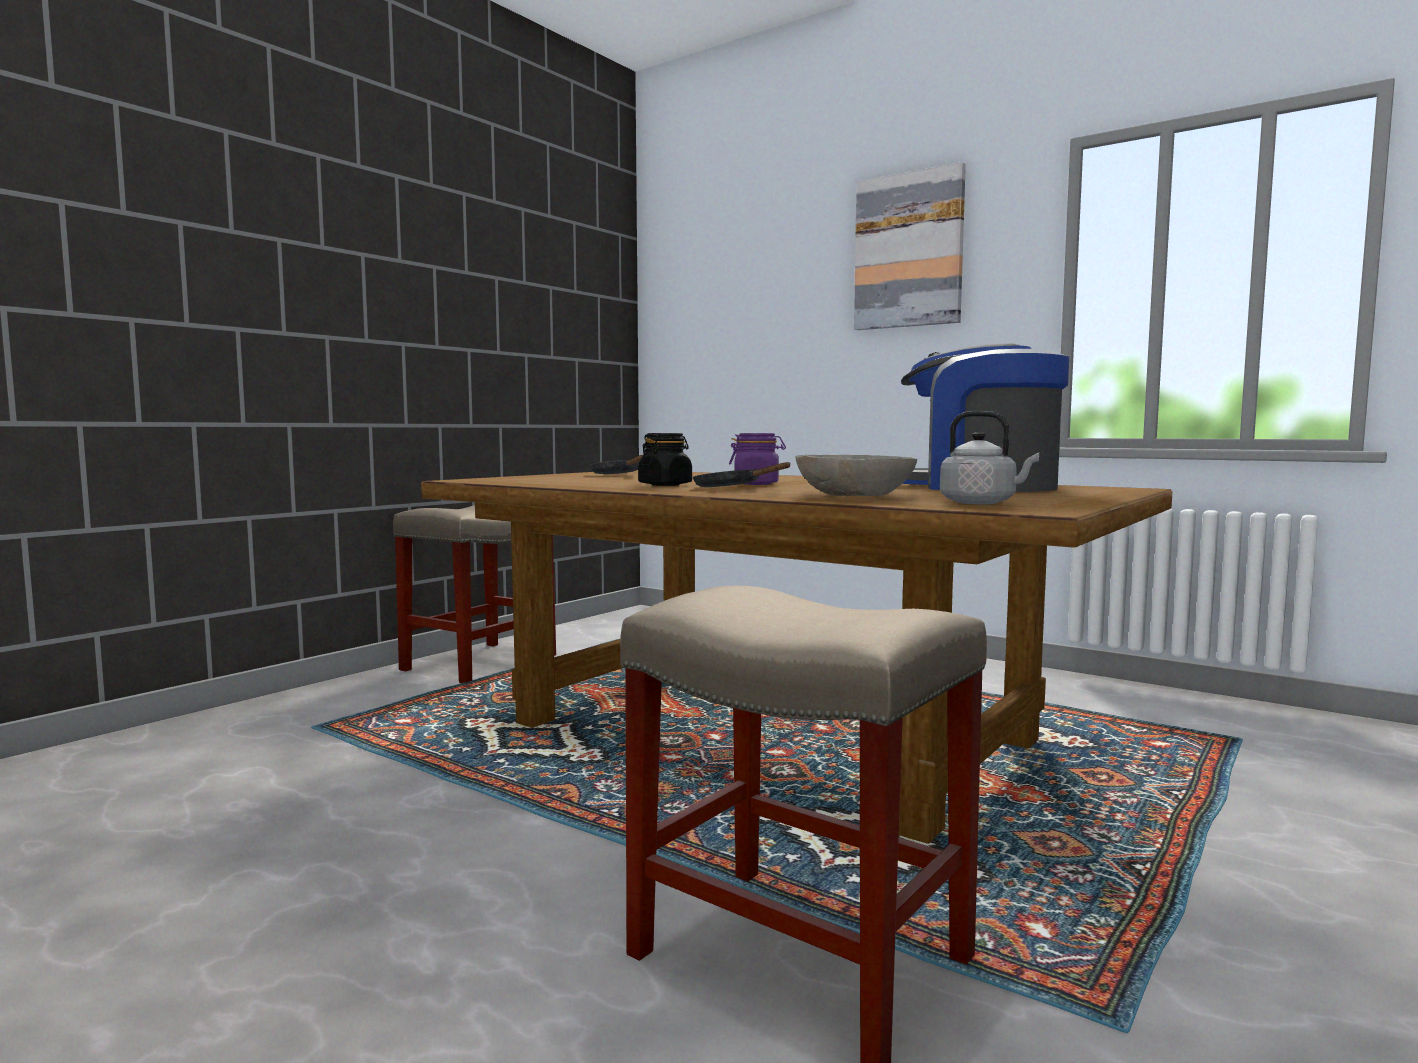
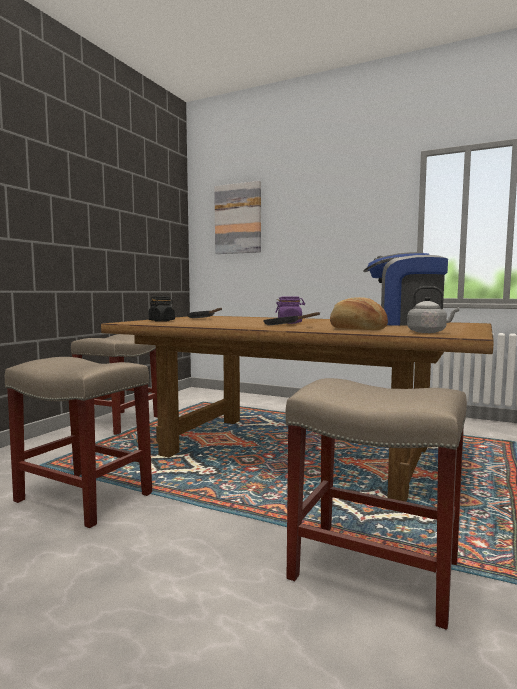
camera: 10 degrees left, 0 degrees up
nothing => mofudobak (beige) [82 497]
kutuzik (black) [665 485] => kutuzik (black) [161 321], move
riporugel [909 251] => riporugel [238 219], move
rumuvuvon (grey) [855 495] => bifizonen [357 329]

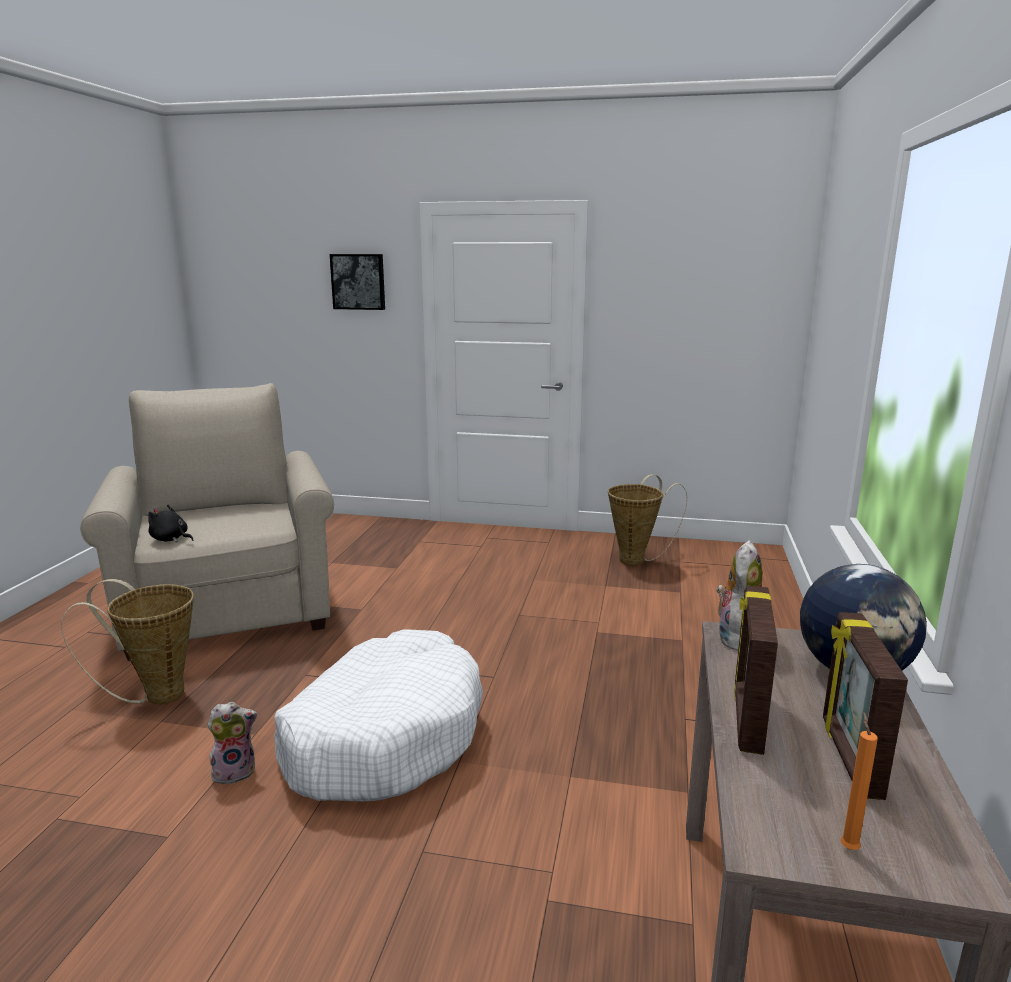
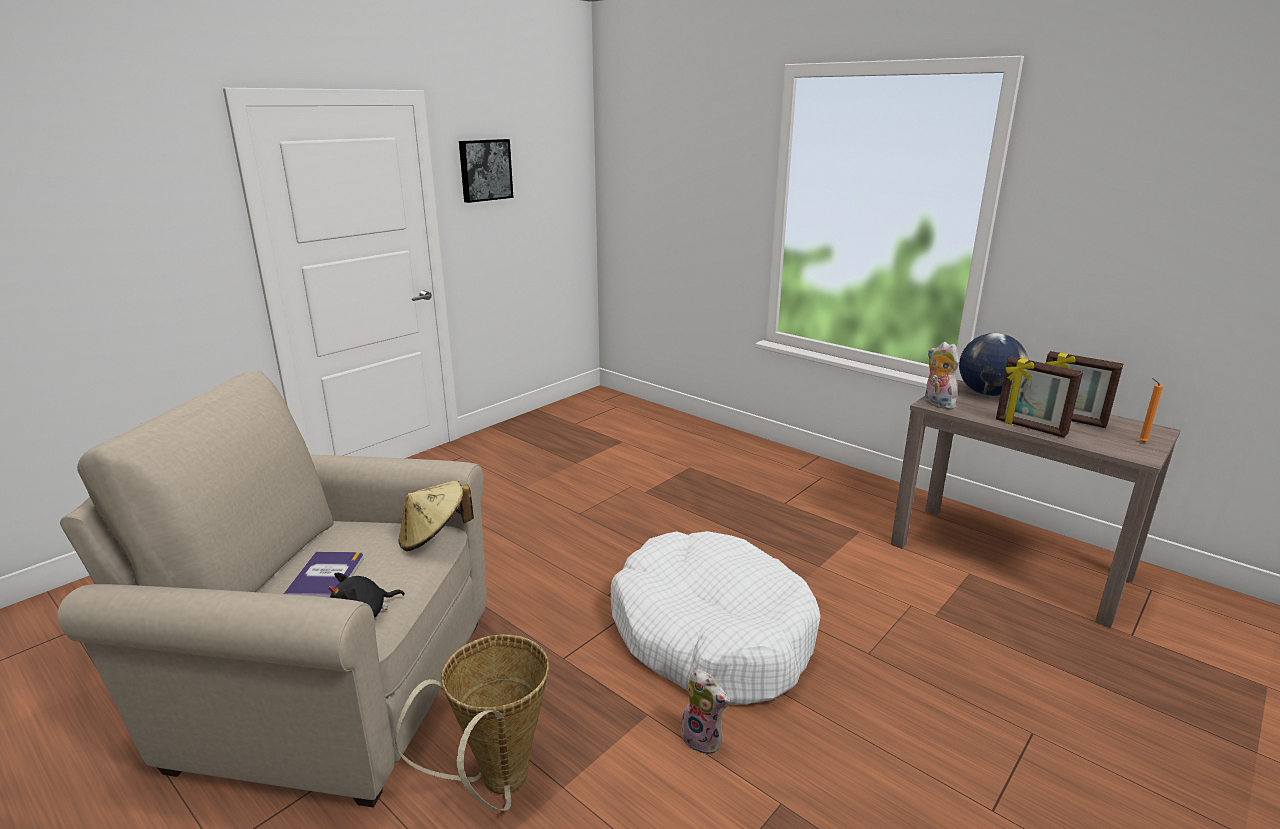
camera: 60 degrees left, 5 degrees up
nothing => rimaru [326 576]
nothing => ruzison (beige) [434 537]
riporugel [358 281] => riporugel [484 170], move
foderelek [235 771] => foderelek [704 739], 120 degrees clockwise
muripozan [637 559] => nothing

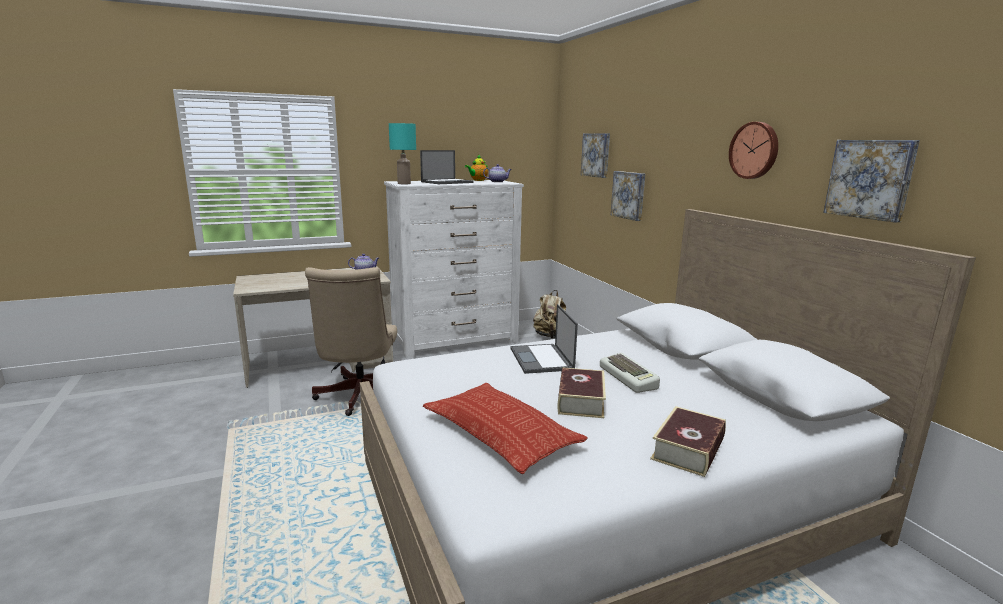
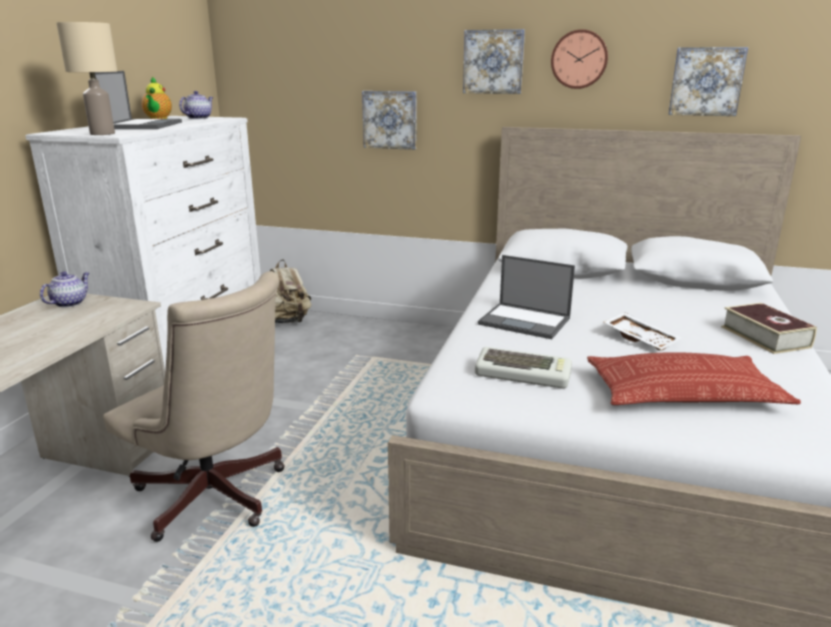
camera: 50 degrees left, 5 degrees up
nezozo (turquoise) [404 184] => nezozo (beige) [103 134]
riporugel [596 155] => riporugel [493 62], move
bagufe [629 378] => bagufe [524 374], move
rimaru [581 400] => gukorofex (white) [641 339]

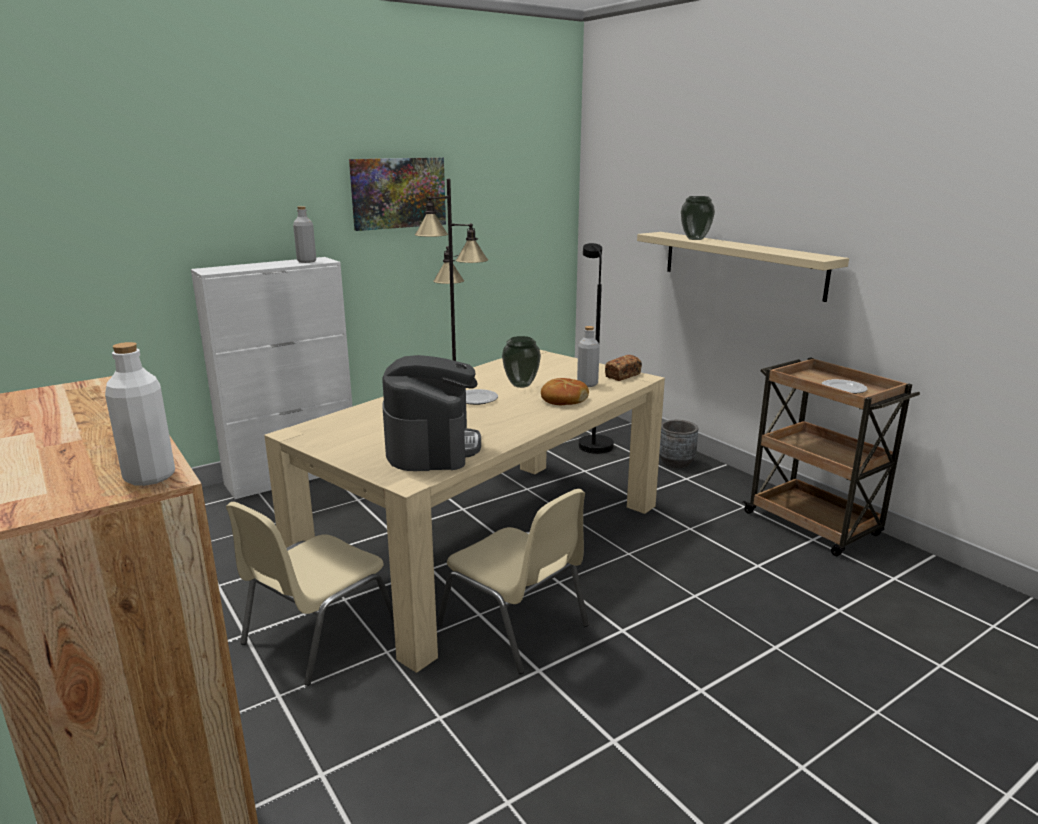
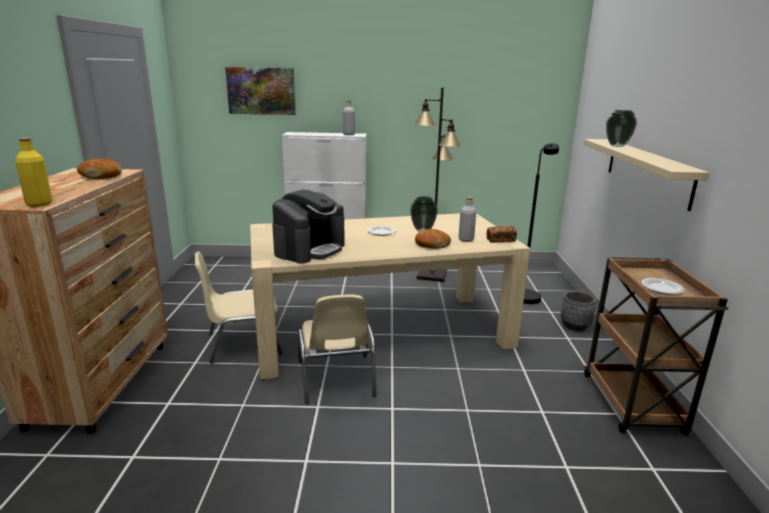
camera: 35 degrees right, 0 degrees up
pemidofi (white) [150 476] => pemidofi (yellow) [39 204]
nothing => bifizonen [101 176]
riporugel [398 193] => riporugel [261 91], move

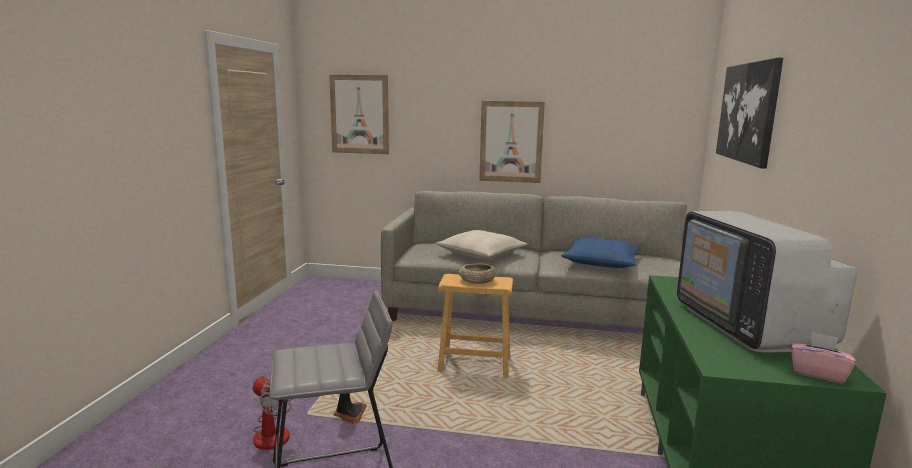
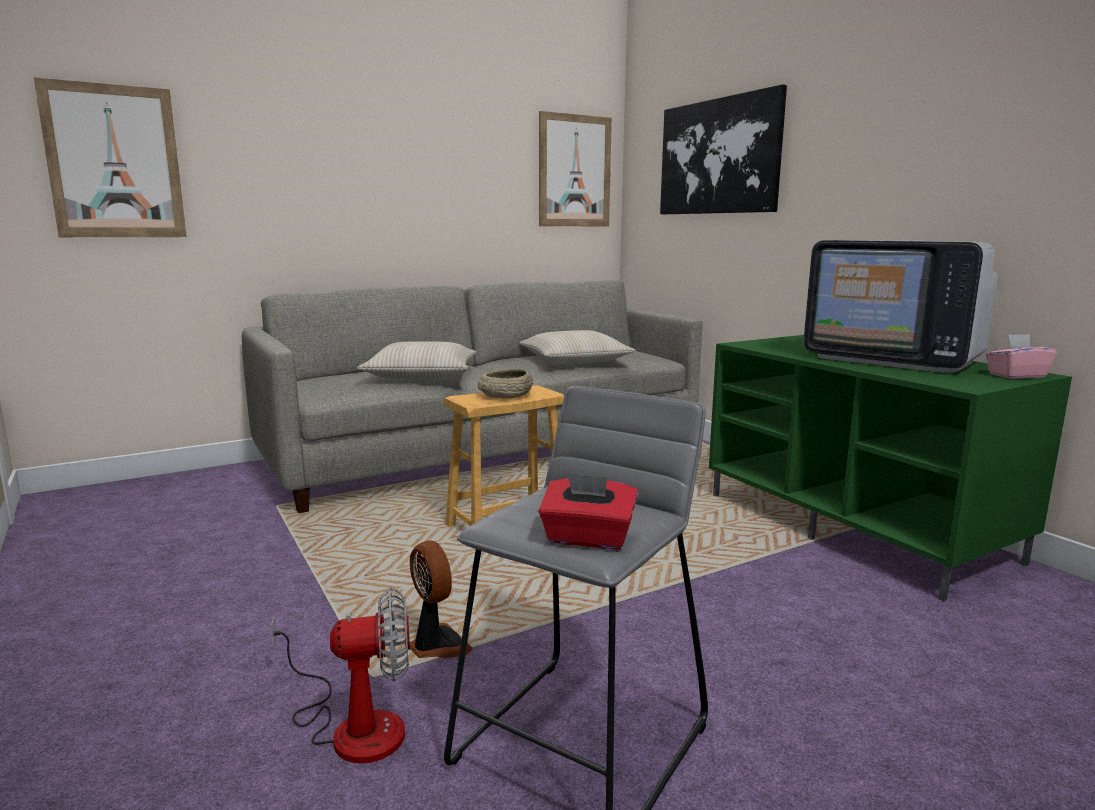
camera: 40 degrees left, 0 degrees up
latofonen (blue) [601 262] => latofonen (beige) [574 361]
riporugel [511 142] => riporugel [574 171], move
nothing => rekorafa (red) [588 539]

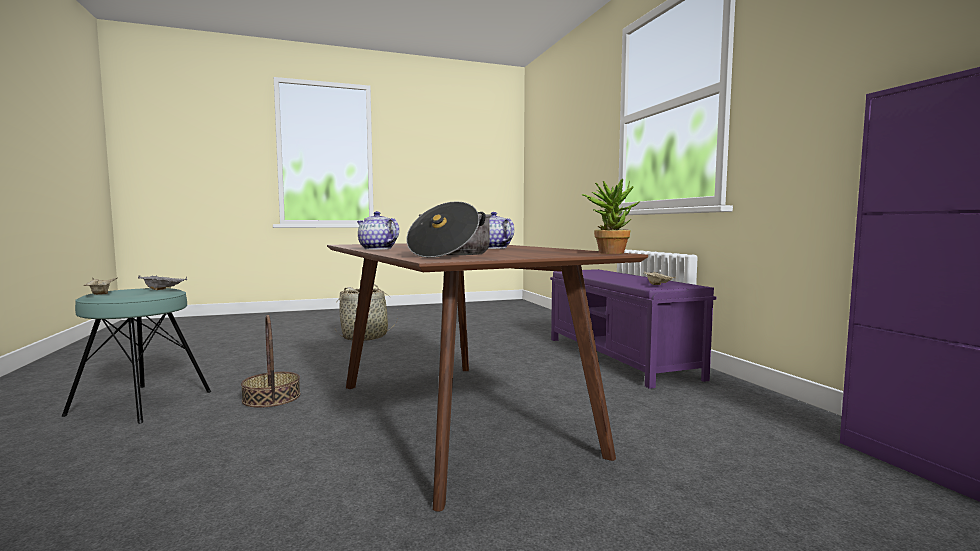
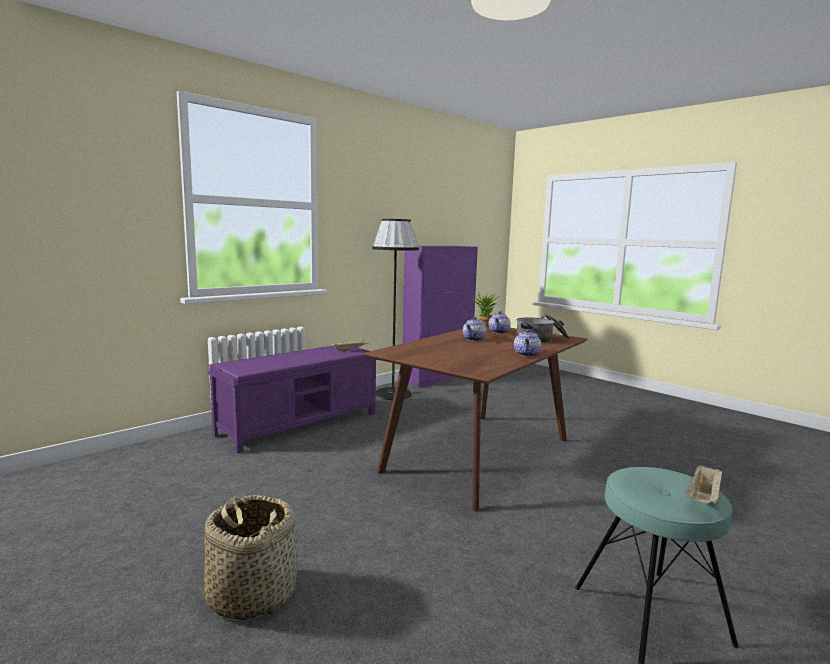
camera: 115 degrees left, 5 degrees up
nothing => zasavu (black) [392 394]
nothing => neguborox [499 332]
gukorofex (grey) [163 290] => nothing
muripozan [272 397] => nothing

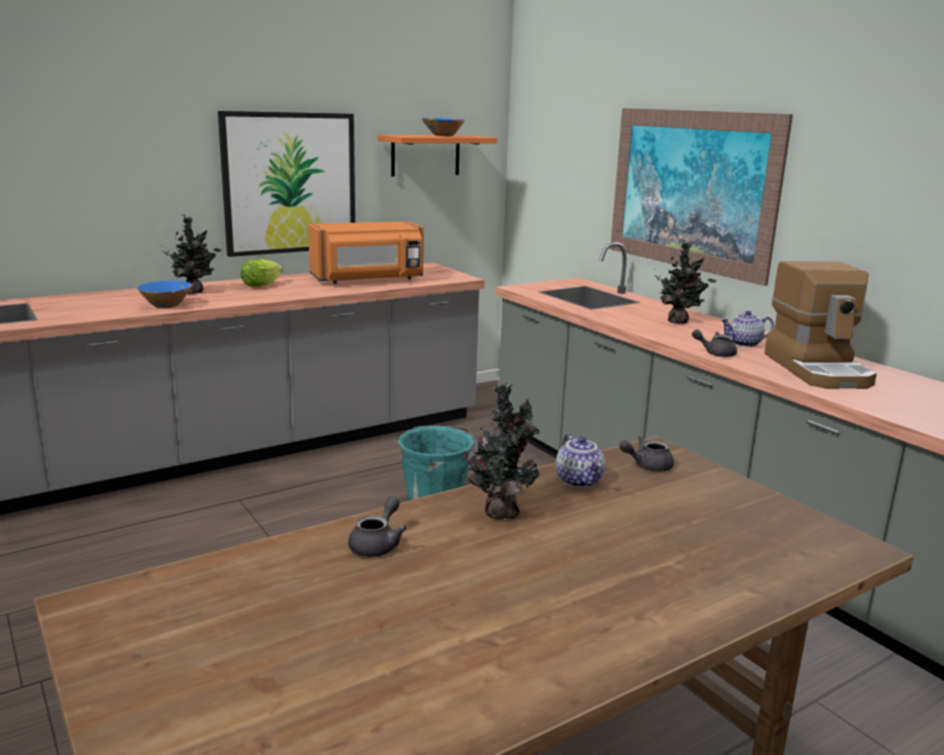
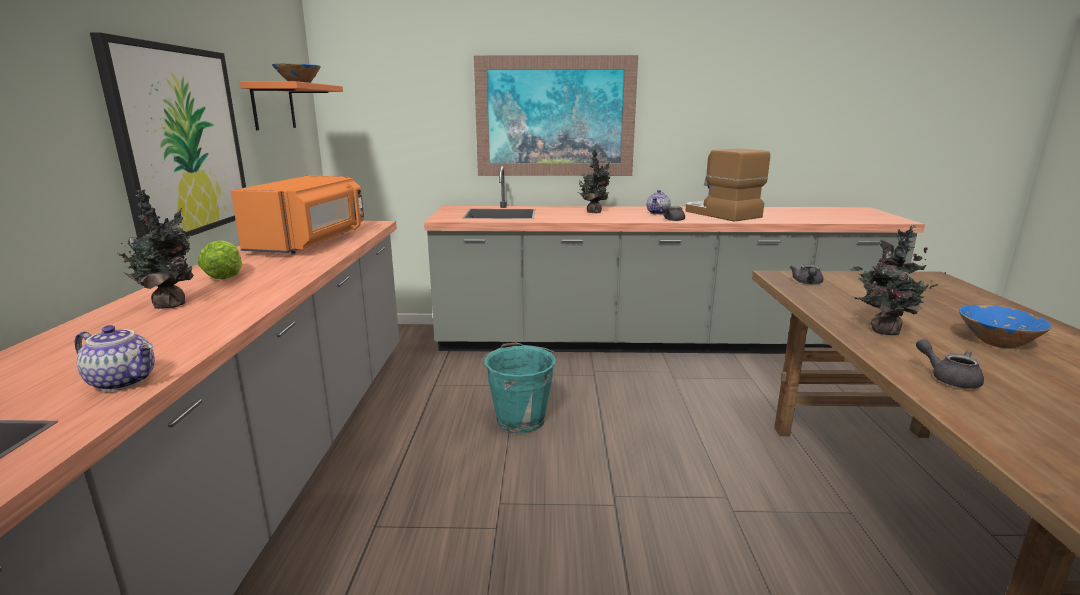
camera: 55 degrees left, 0 degrees up
neguborox [580 481] => neguborox [124 381], move
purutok [819 369] => purutok [721 214], 150 degrees counterclockwise
rumuvuvon (blue) [166 306] => rumuvuvon (blue) [997 342], move

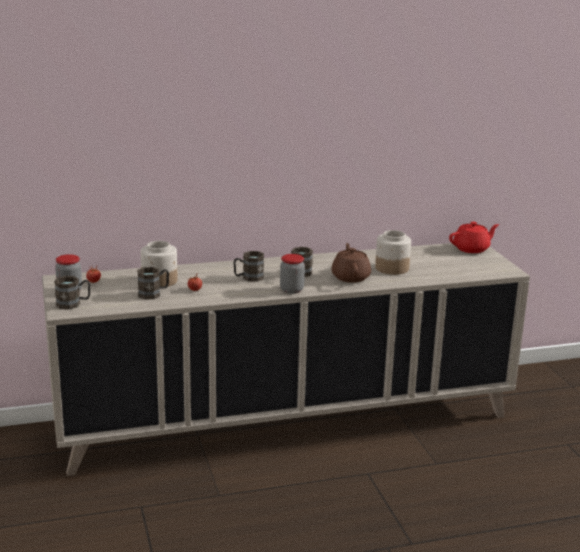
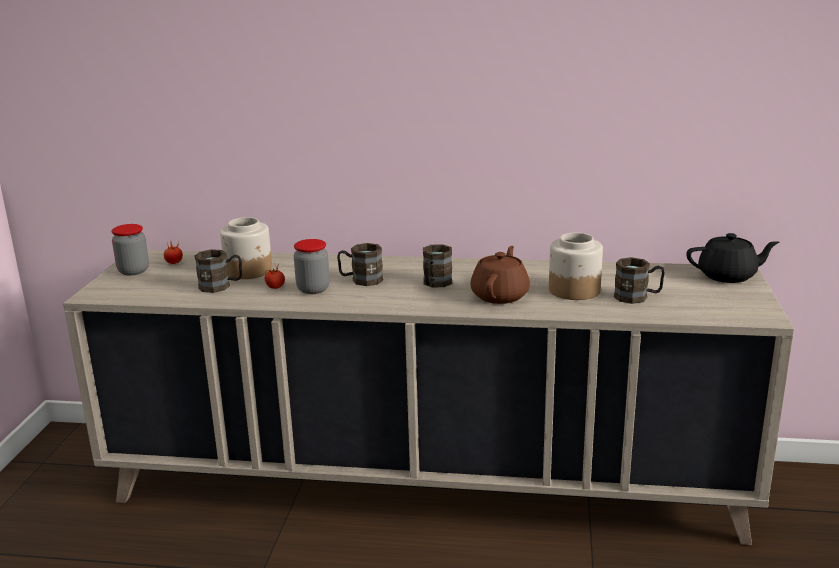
camera: 25 degrees right, 0 degrees up
kutuzik [291 290] => kutuzik [313 289], move
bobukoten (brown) [73 304] => bobukoten (brown) [638 297], move
neguborox (red) [472 249] => neguborox (black) [728 276]

